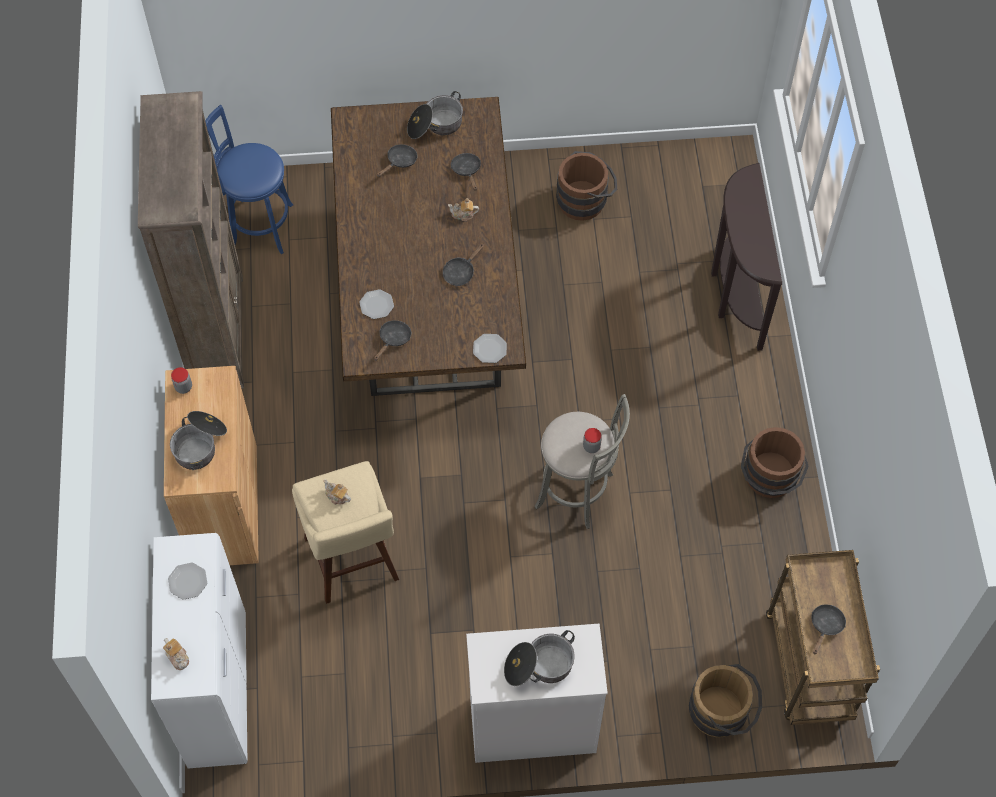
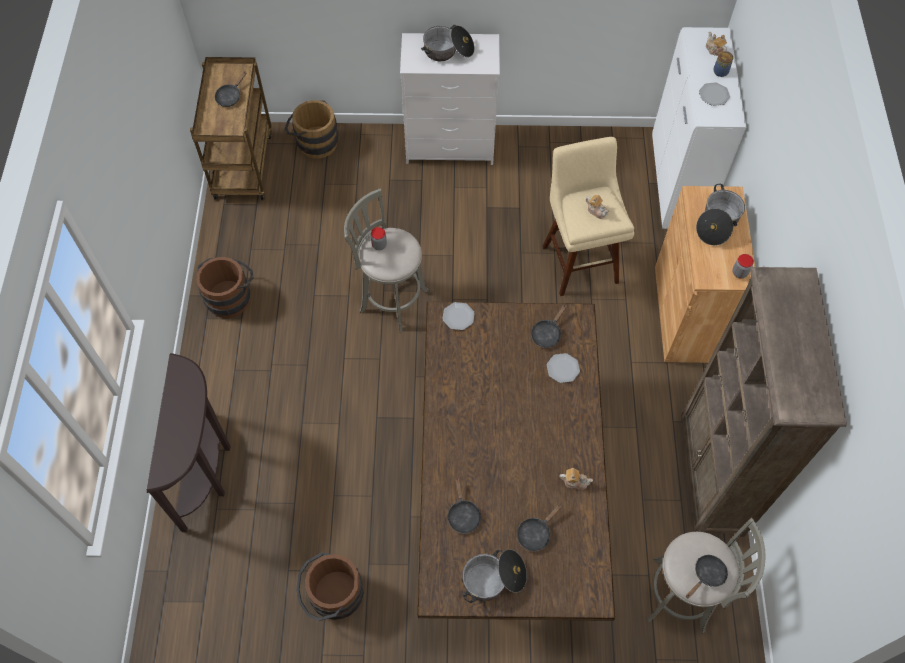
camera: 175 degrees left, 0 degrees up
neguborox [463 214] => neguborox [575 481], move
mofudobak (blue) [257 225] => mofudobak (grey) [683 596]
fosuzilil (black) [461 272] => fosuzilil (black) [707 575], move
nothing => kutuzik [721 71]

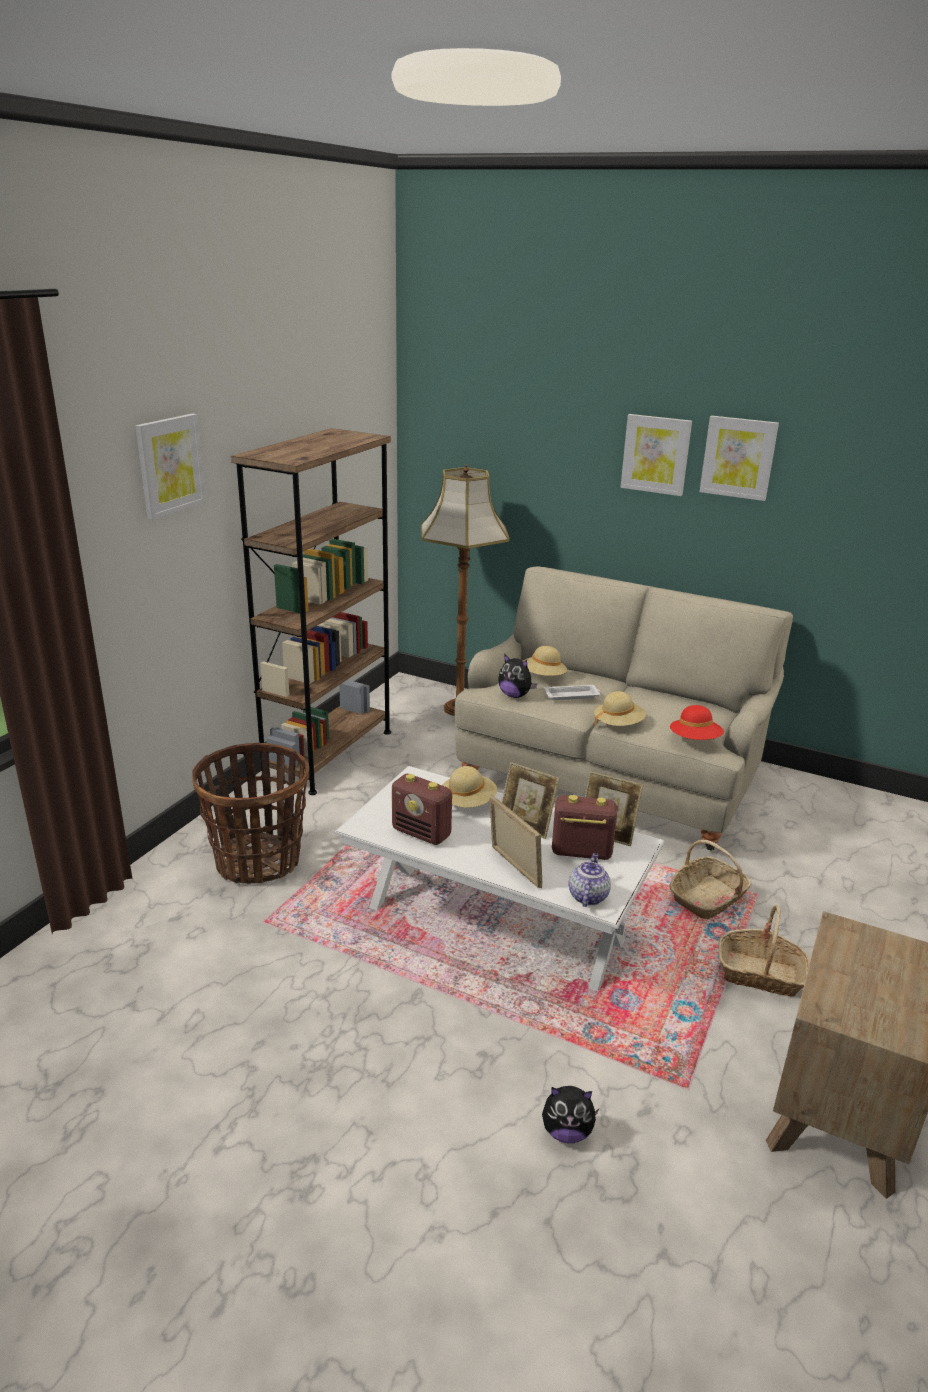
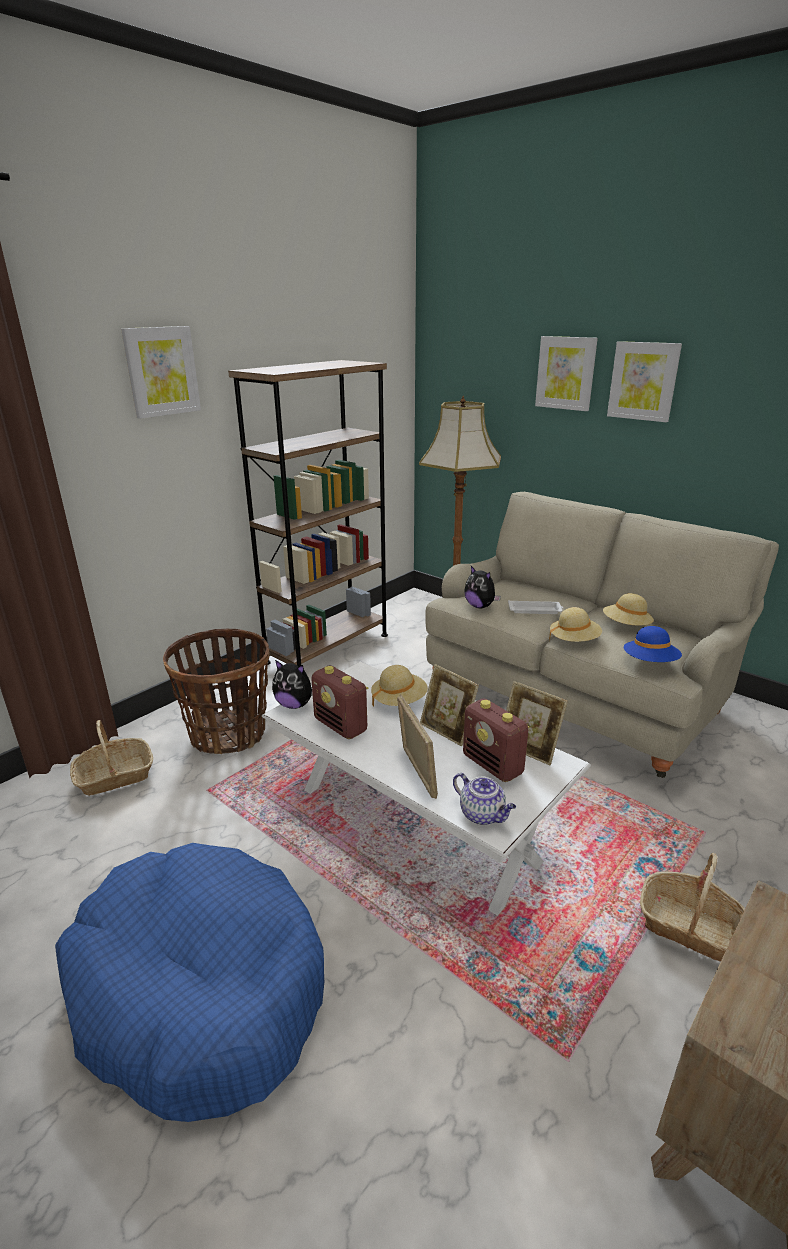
camera: 15 degrees right, 0 degrees up
nothing => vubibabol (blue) [198 988]
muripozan [707 898] => muripozan [115 776], move
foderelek [566 1132] => foderelek [295 704], move
neguborox [587 896] => neguborox [483 815], 105 degrees clockwise
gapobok [580 852] => gapobok [493 765], 150 degrees counterclockwise
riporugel [738 457] => riporugel [566 373], move
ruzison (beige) [543 677] => ruzison (beige) [626 626], move
ruzison (red) [695 740] => ruzison (blue) [650 662]

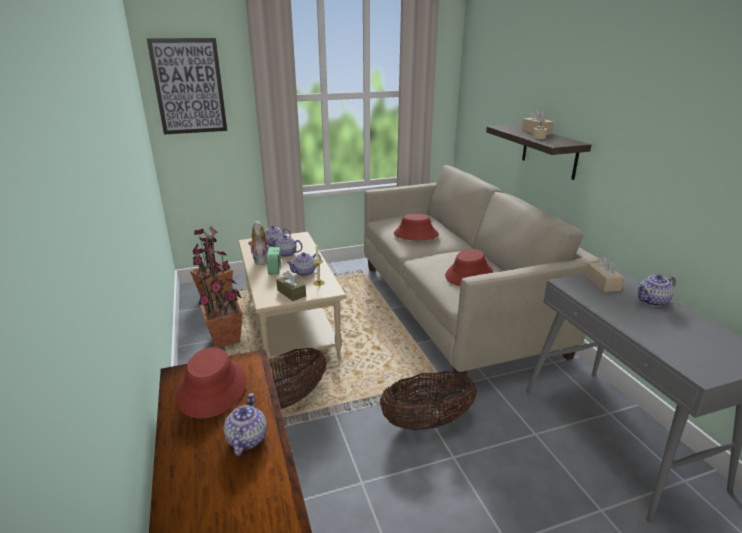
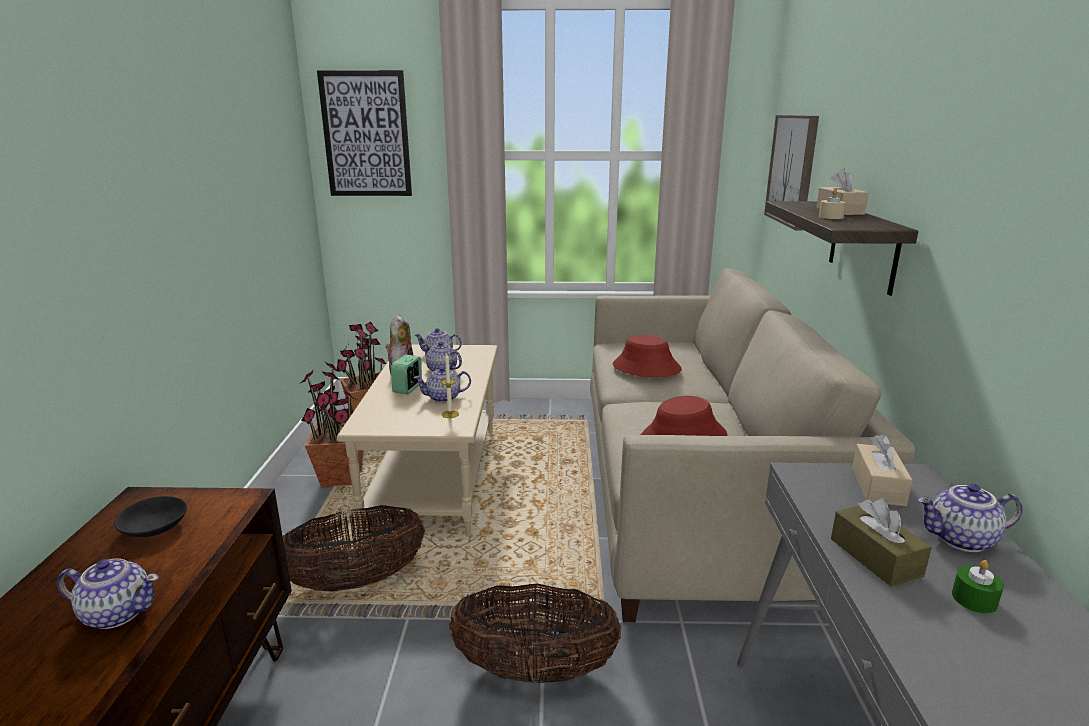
camera: 20 degrees right, 5 degrees down
neguborox [246 439] => neguborox [117 613], 75 degrees clockwise
ruzison (red) [212 388] => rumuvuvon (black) [155 527]
nothing => riporugel [792 170]
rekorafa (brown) [291 293] => rekorafa (brown) [875 557], move
nothing => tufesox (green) [974 599]

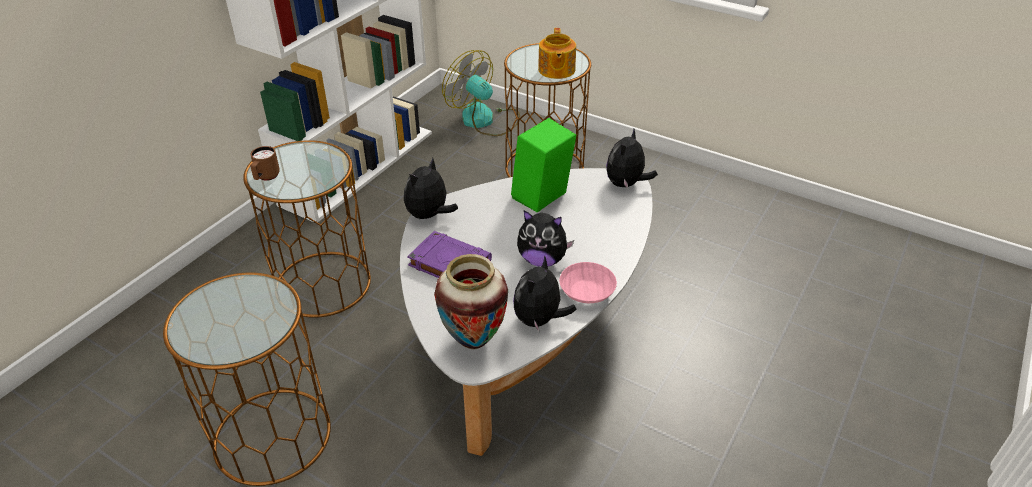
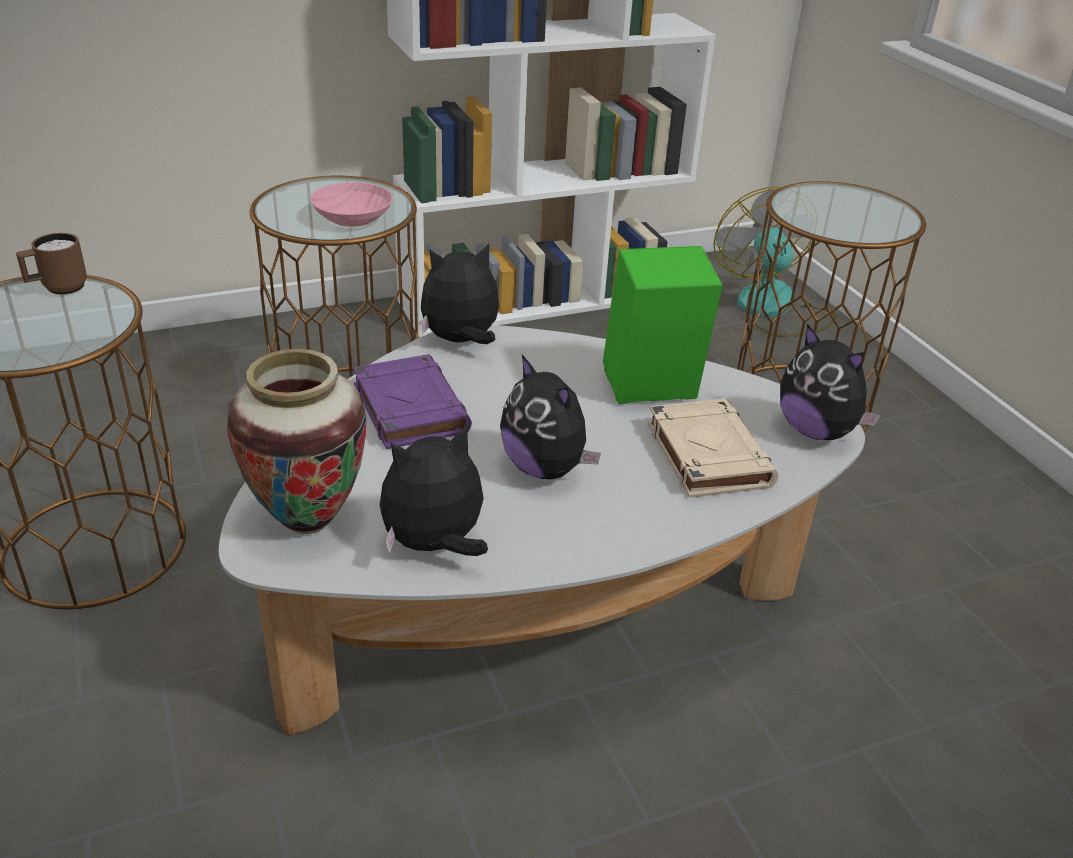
camera: 35 degrees right, 5 degrees down
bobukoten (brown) [266 177] => bobukoten (brown) [58 289], move
rumuvuvon (pink) [586 290] => rumuvuvon (pink) [354 217], move
nothing => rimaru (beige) [707 454]
foderelek [626 184] => foderelek [817 431], 105 degrees counterclockwise
neguborox [556 70] => nothing

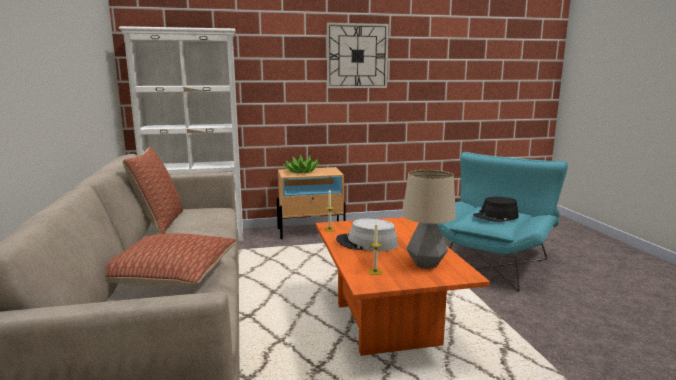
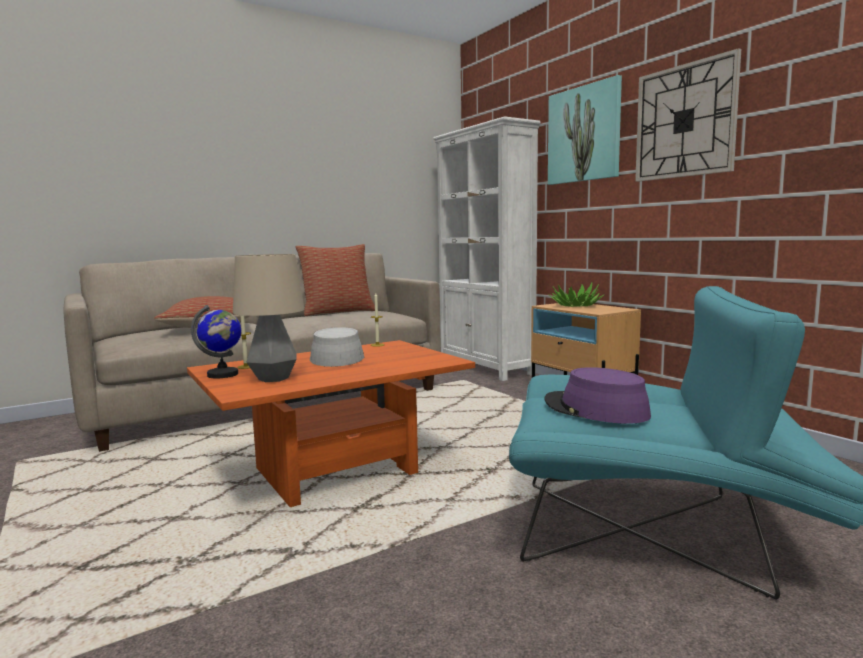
camera: 70 degrees right, 5 degrees down
nothing => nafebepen [223 375]
ruzison (black) [496 216] => ruzison (purple) [595 409]
nothing => riporugel [583 134]

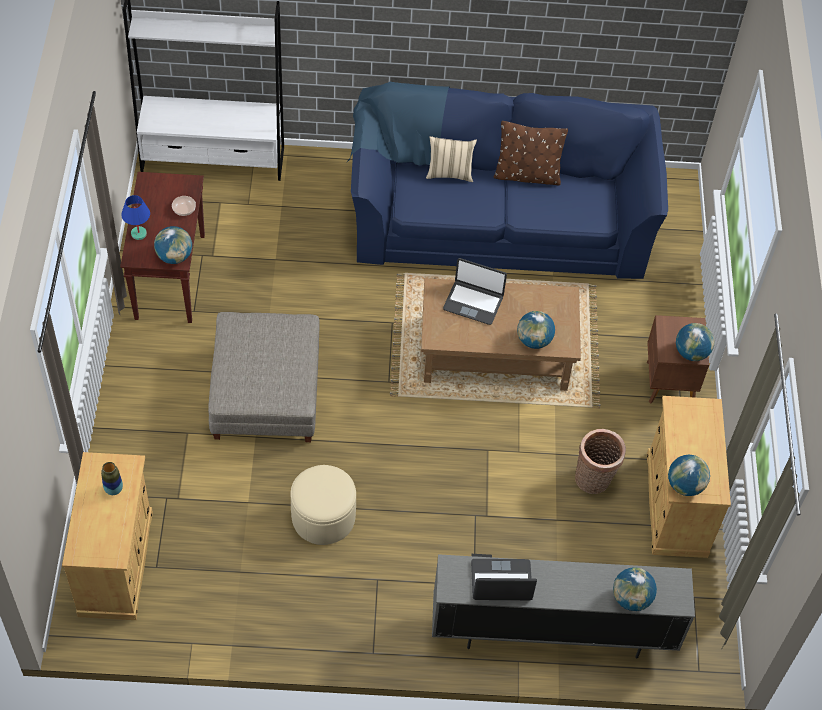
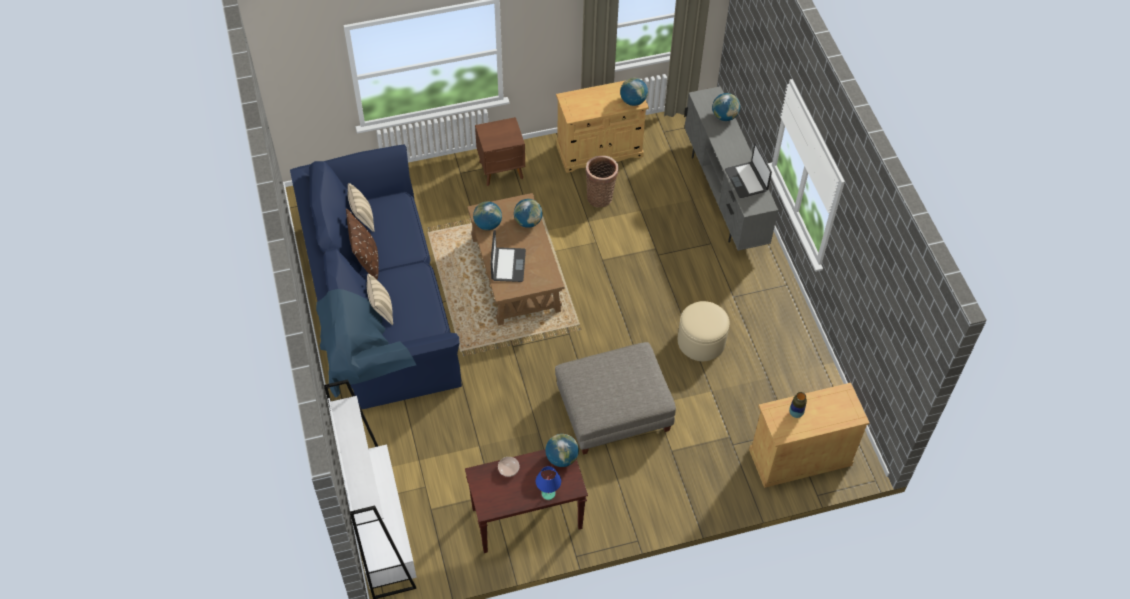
camera: 105 degrees left, 0 degrees up
nothing => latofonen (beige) [362 219]
nafebepen [691 353] => nafebepen [488 224], move

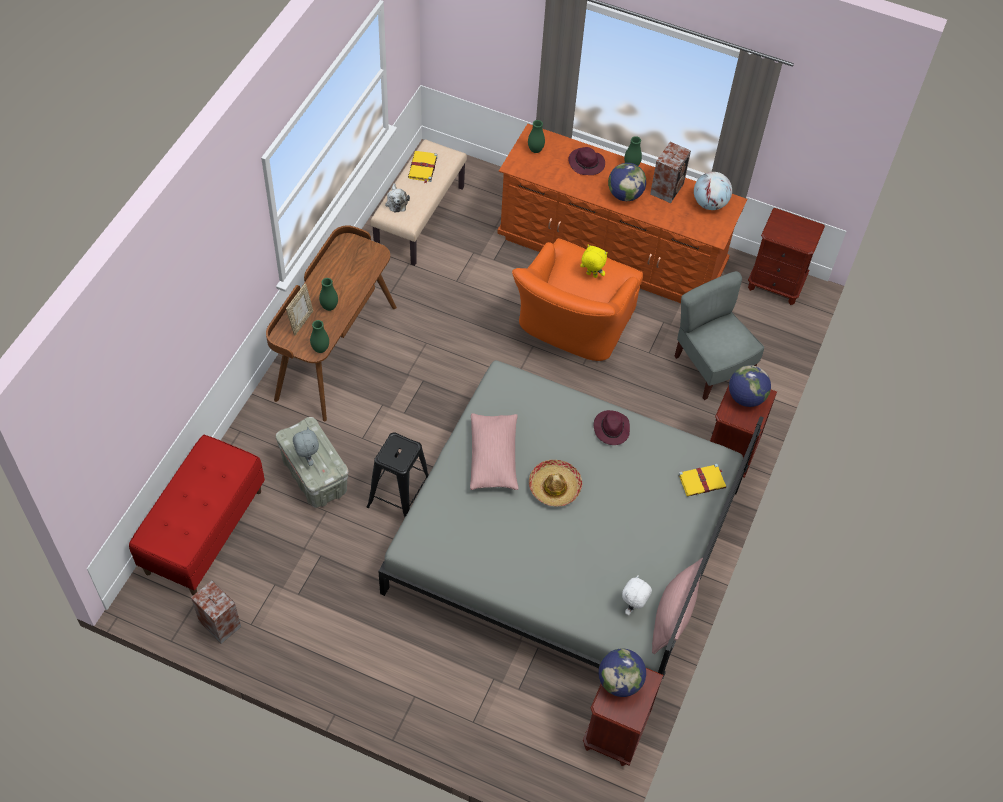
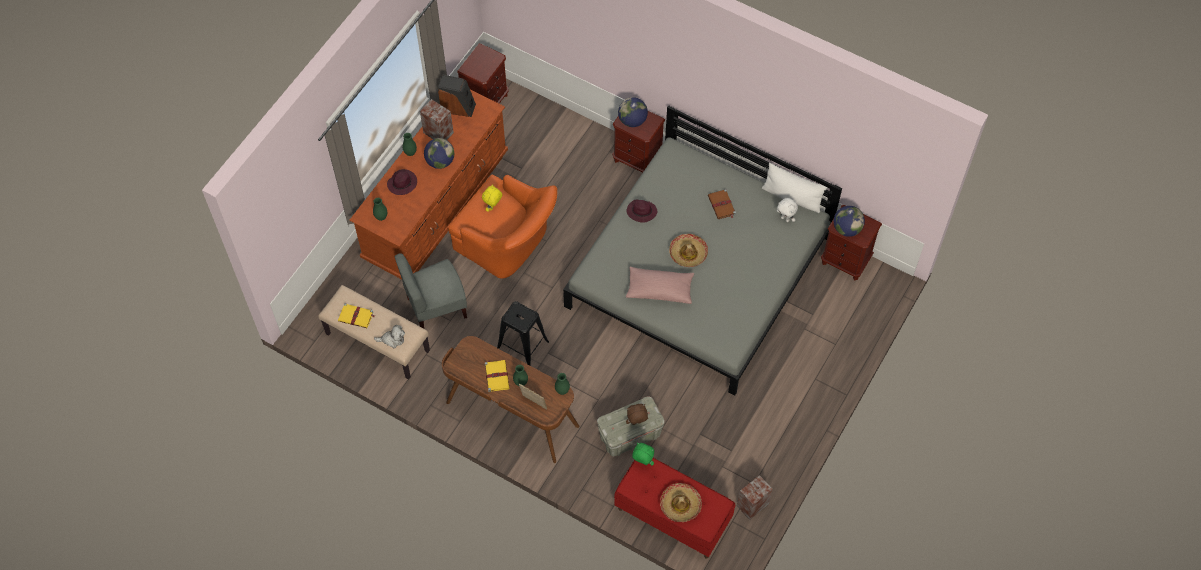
camera: 80 degrees left, 5 degrees up
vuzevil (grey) [711 367] => vuzevil (grey) [436 307], move
nafebepen [709 204] => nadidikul [458 107]
rimaru (yellow) [702 481] => rimaru (yellow) [496 376], move
mofudobak (black) [400 495] => mofudobak (black) [522 345], move
foderelek (grey) [307 458] => foderelek (brown) [636 423]
nothing => foderelek (green) [642 462]
nothing => ruzison [680 505]
nothing => rimaru (brown) [722 205]
latofonen (pink) [673 615] => latofonen (white) [792 197]

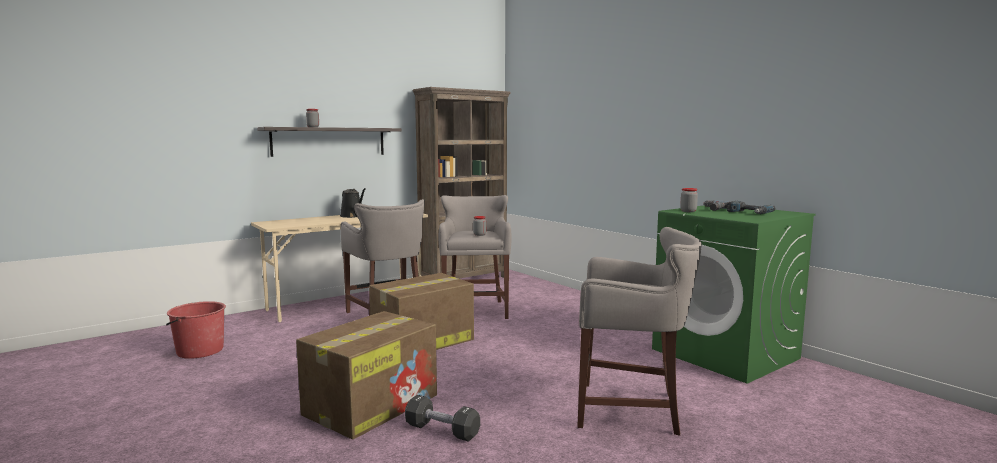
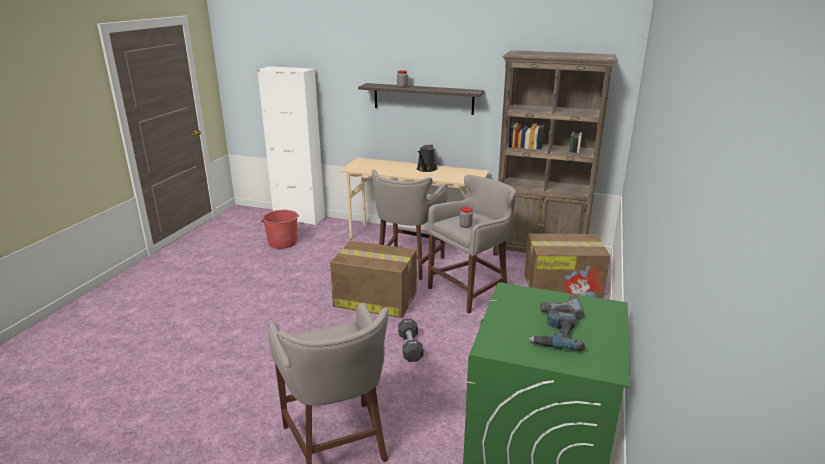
camera: 55 degrees right, 15 degrees up
nothing => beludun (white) [299 218]
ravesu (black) [442 430] => ravesu (black) [410 347], move
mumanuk [372 404] => mumanuk [563 286], move
kutuzik [688 211] => nothing

